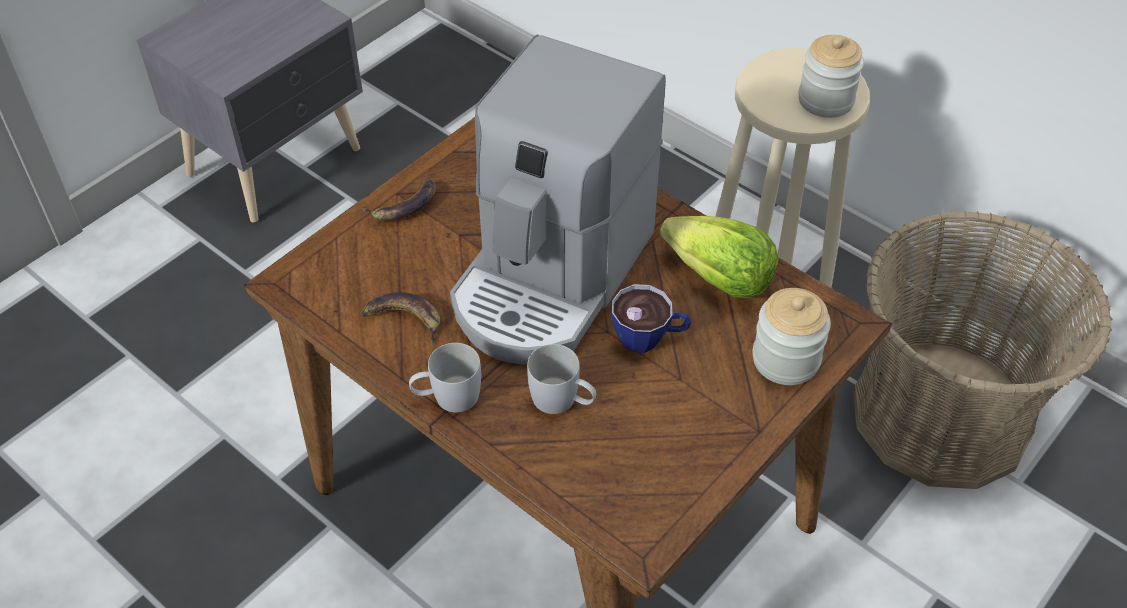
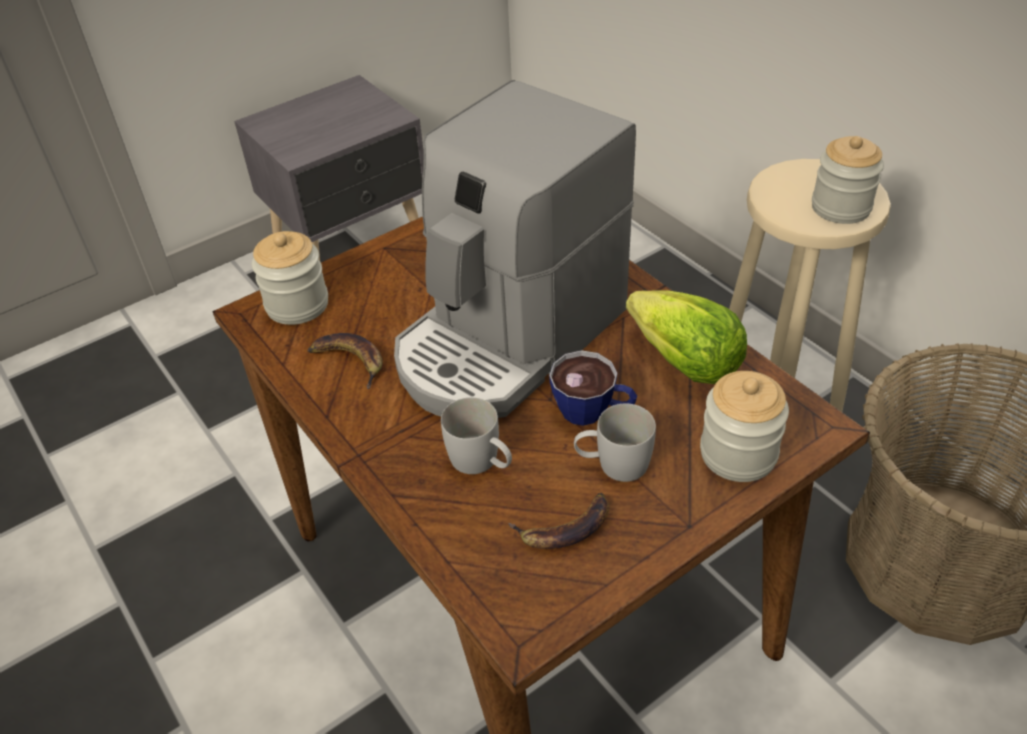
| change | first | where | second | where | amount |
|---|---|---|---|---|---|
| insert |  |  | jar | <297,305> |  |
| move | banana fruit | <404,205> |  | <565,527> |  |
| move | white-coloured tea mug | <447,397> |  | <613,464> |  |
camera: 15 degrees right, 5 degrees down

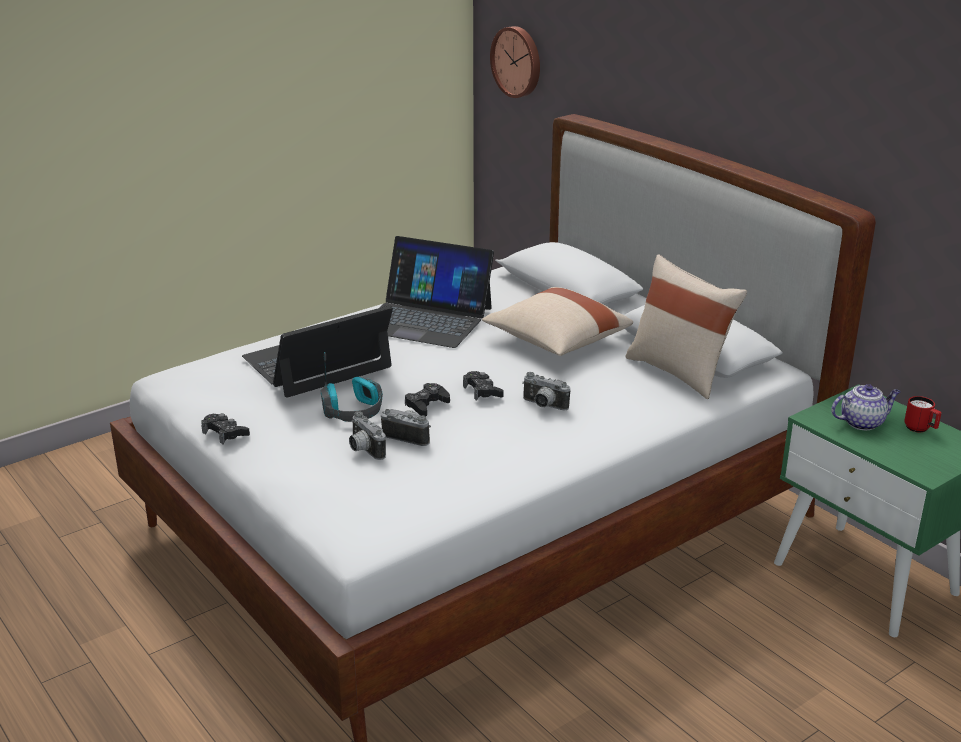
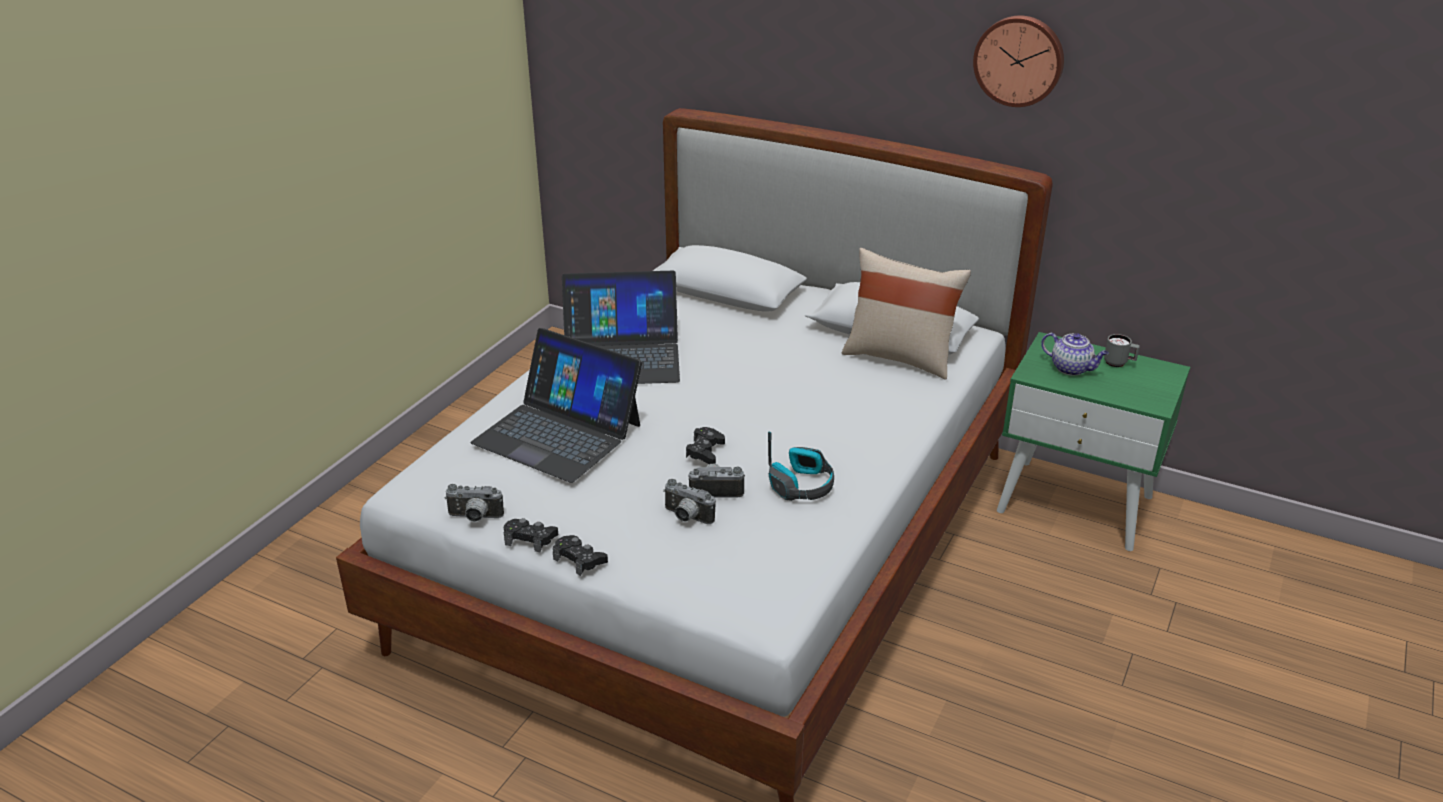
| change | first | where | second | where | amount |
|---|---|---|---|---|---|
| delete | sand-coloured pillow | <556,341> |  |  |  |
| move | headphones | <353,410> |  | <802,485> |  |
| move | blackish joypad | <482,391> |  | <579,559> |  |
| move | clock on the wall | <518,61> |  | <1019,60> |  |
| move | photo camera | <543,406> |  | <474,518> |  |
| recolor | red tea mug | <920,429> | greyish tea mug | <1119,363> |  |
| rotate | portable computer | <317,363> |  | <558,433> | 90 degrees counterclockwise |
| rotate | tea pot | <862,422> |  | <1071,368> | 75 degrees clockwise |
camera: 25 degrees left, 5 degrees up

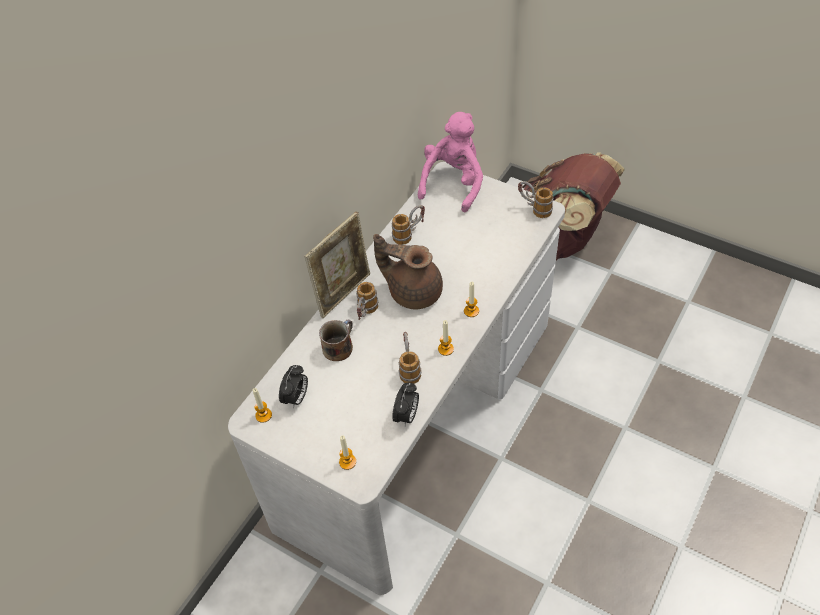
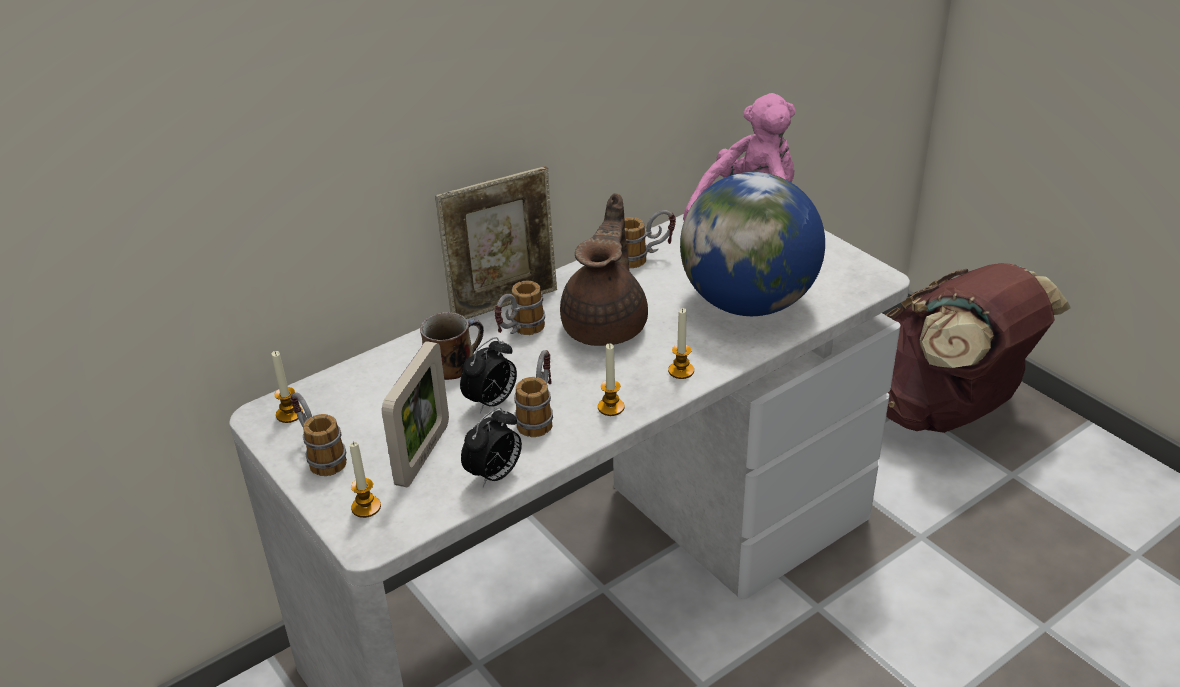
| change | first | where | second | where | amount |
|---|---|---|---|---|---|
| insert |  |  | photo frame | <423,454> |  |
| insert |  |  | desk globe | <748,303> |  |
| move | bedside clock | <296,398> |  | <491,402> |  |
| move | tea mug | <534,209> |  | <319,454> |  |
| rotate | brown-coloured tea pot | <413,291> |  | <607,325> | 60 degrees clockwise |
camera: 20 degrees right, 15 degrees down

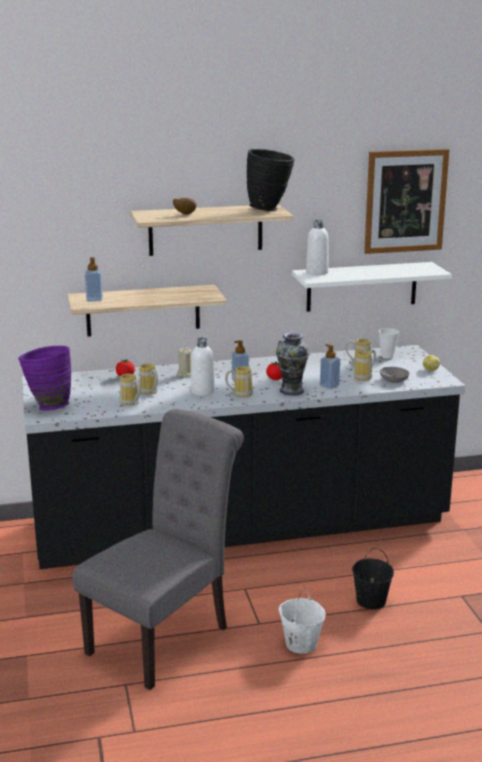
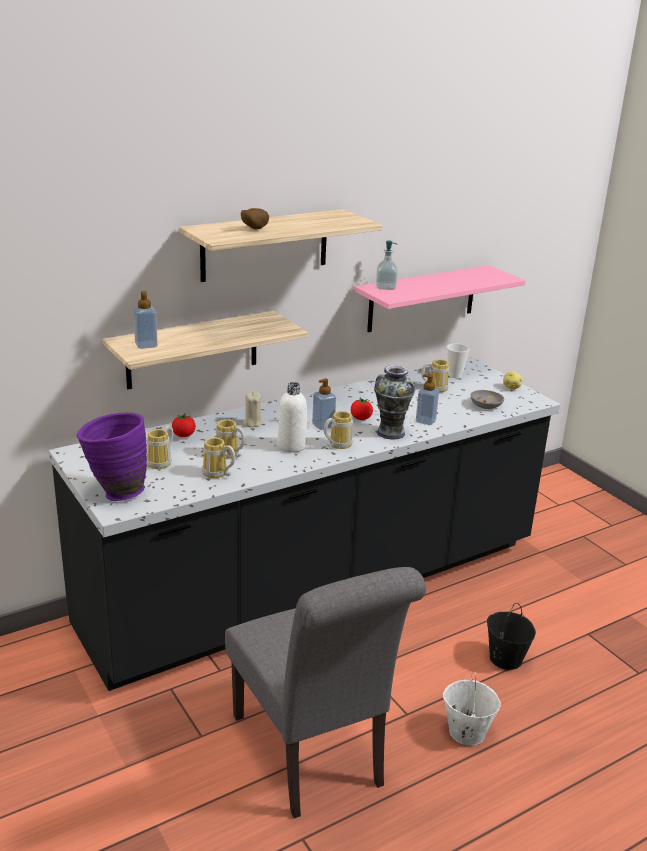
| change | first | where | second | where | amount |
|---|---|---|---|---|---|
| delete | blackish flower vase | <270,209> |  |  |  |
| delete | wall picture | <405,201> |  |  |  |
| move | tea mug | <365,377> |  | <162,462> |  |
| replace | white-coloured drink bottle | <317,272> | soap dispenser | <385,287> |  |
| recolor | white-coloured wall shelf | <362,286> | pink wall shelf | <422,298> |  |
| rotate | greyish plain chair | <165,636> |  | <312,756> | 135 degrees clockwise |
camera: 20 degrees left, 5 degrees up

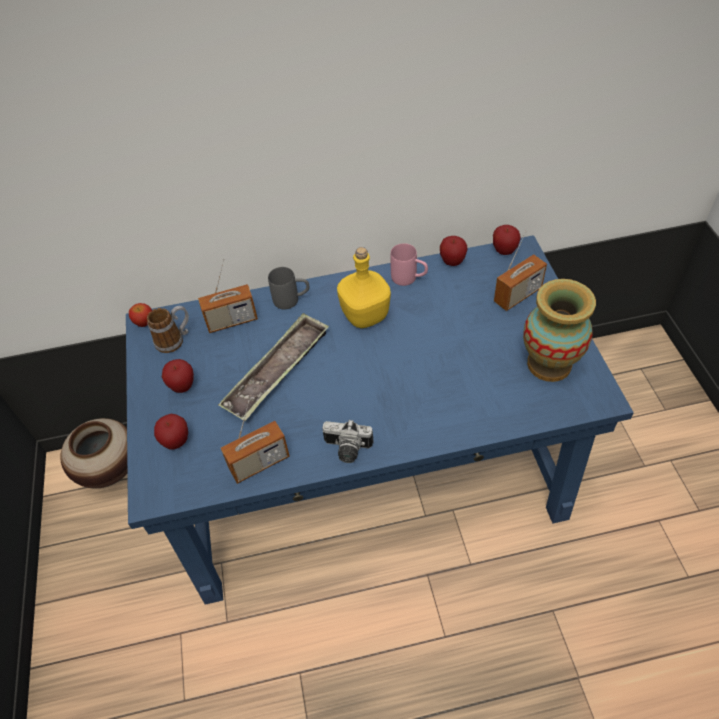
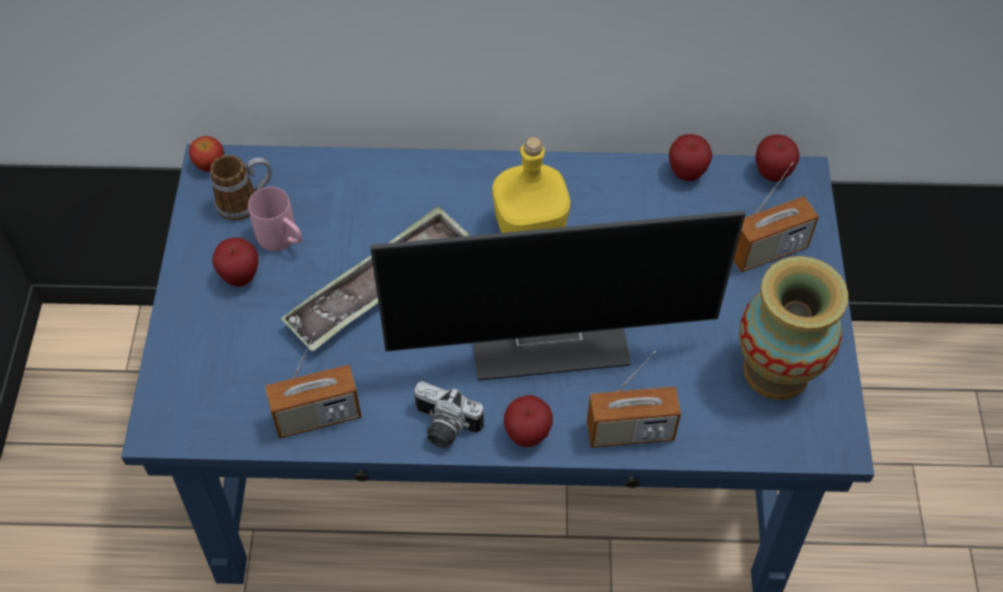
| change | first | where | second | where | amount |
|---|---|---|---|---|---|
| delete | flower vase | <110,469> |  |  |  |
| delete | greyish tea mug | <292,300> |  |  |  |
| insert |  |  | computer display | <551,332> |  |
| move | apple | <176,442> |  | <527,435> |  |
| move | radio set | <232,321> |  | <630,432> |  |
| move | pink tea mug | <409,278> |  | <283,240> |  |
camera: 10 degrees right, 5 degrees up

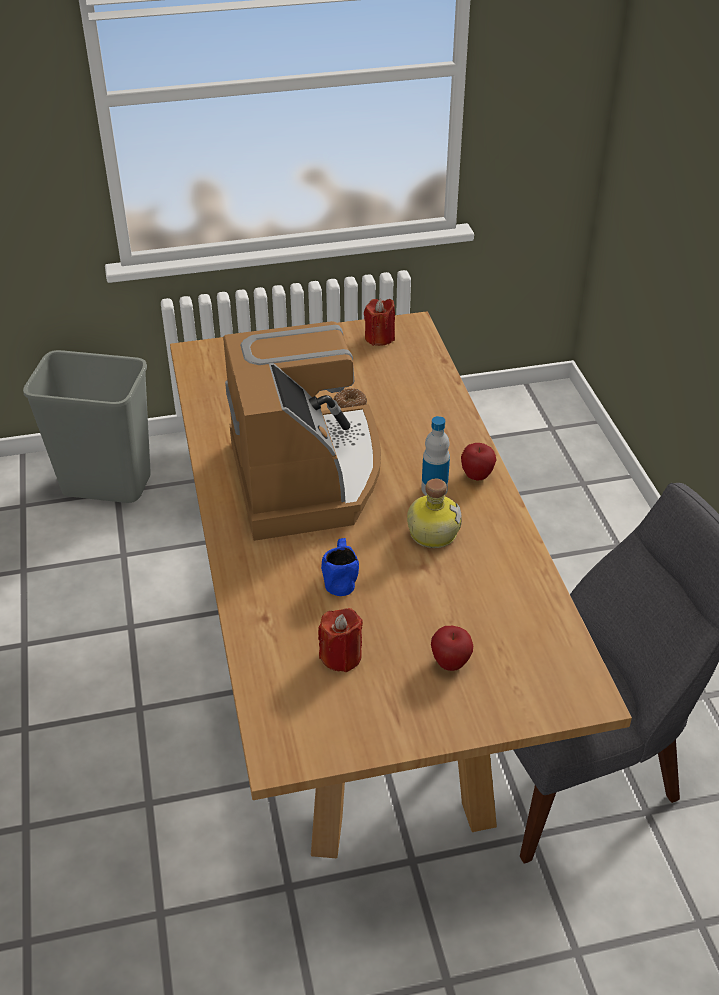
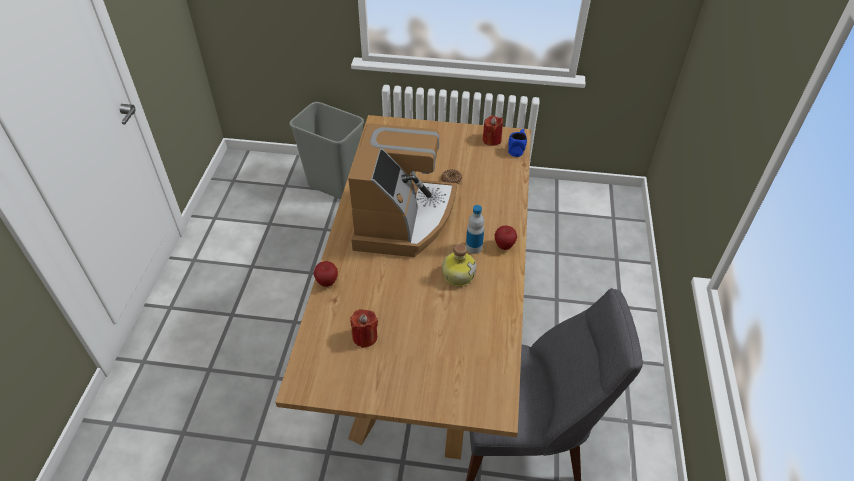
| change | first | where | second | where | amount |
|---|---|---|---|---|---|
| move | blue-coloured tea mug | <340,577> |  | <517,149> |  |
| move | apple | <450,663> |  | <327,282> |  |
camera: 20 degrees right, 5 degrees up

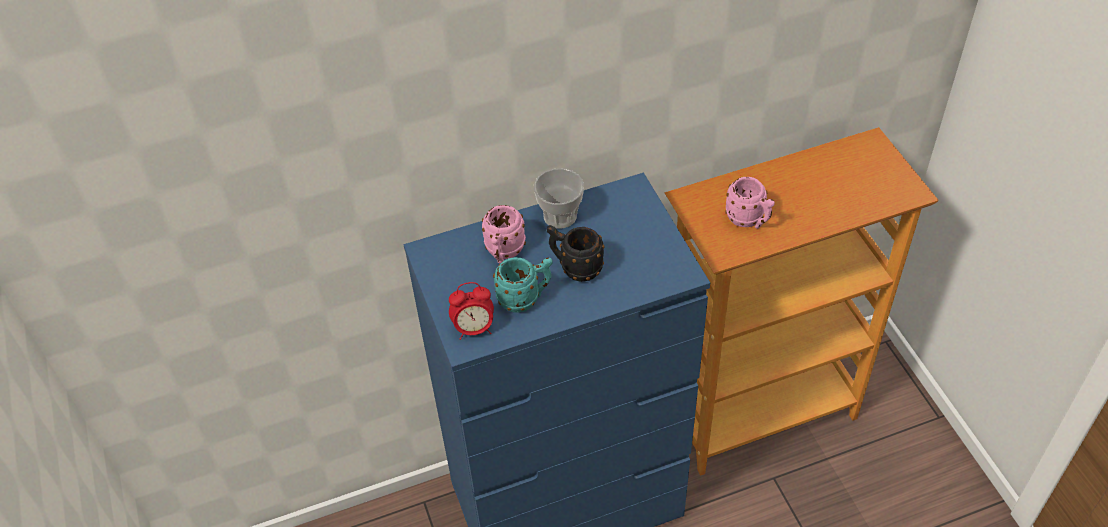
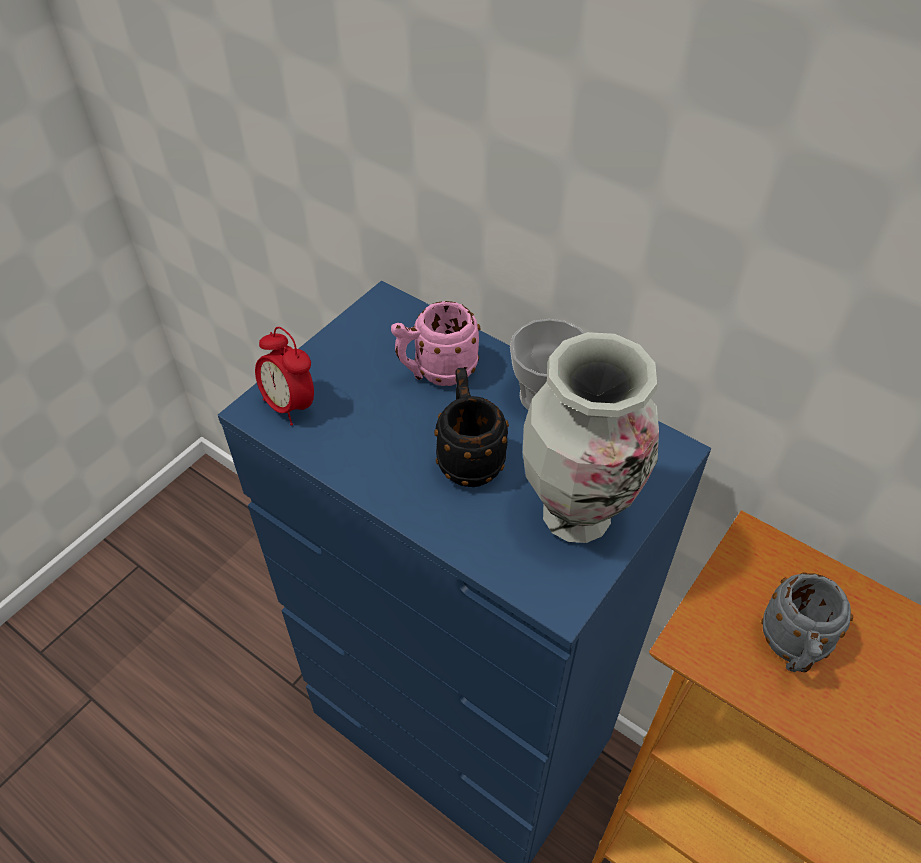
| change | first | where | second | where | amount |
|---|---|---|---|---|---|
| delete | blue-green tea mug | <525,298> |  |  |  |
| insert |  |  | flower vase | <576,516> |  |
| recolor | pink tea mug | <749,221> | greyish tea mug | <792,649> |  |
camera: 55 degrees right, 0 degrees up

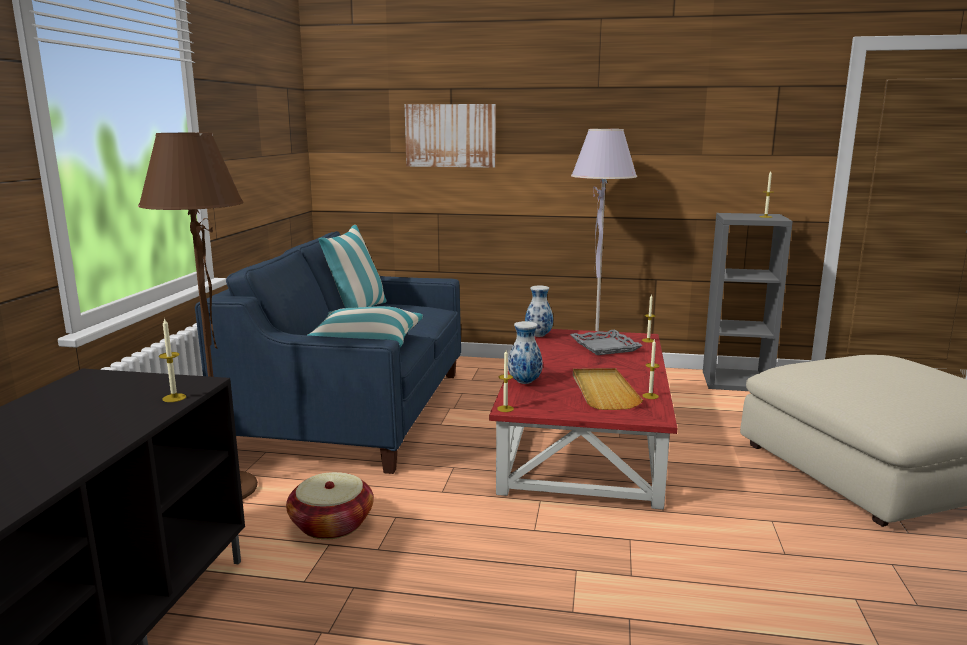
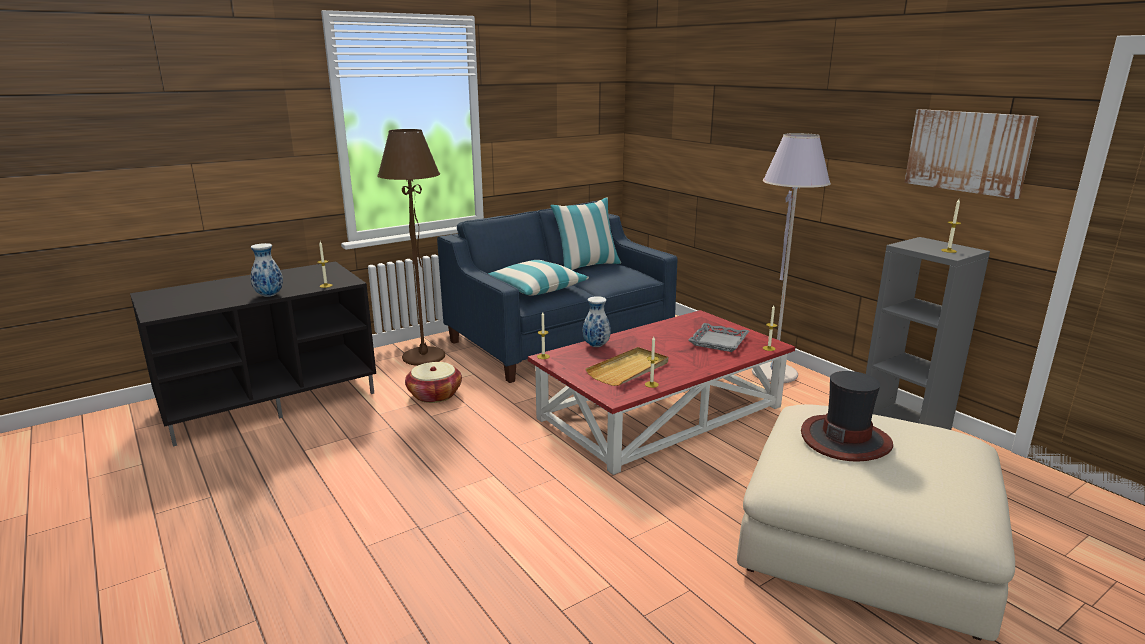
| change | first | where | second | where | amount |
|---|---|---|---|---|---|
| insert |  |  | hat | <845,439> |  |
| move | wall picture | <450,135> |  | <967,151> |  |
| move | flower vase | <539,336> |  | <269,295> |  |
camera: 45 degrees right, 5 degrees up

